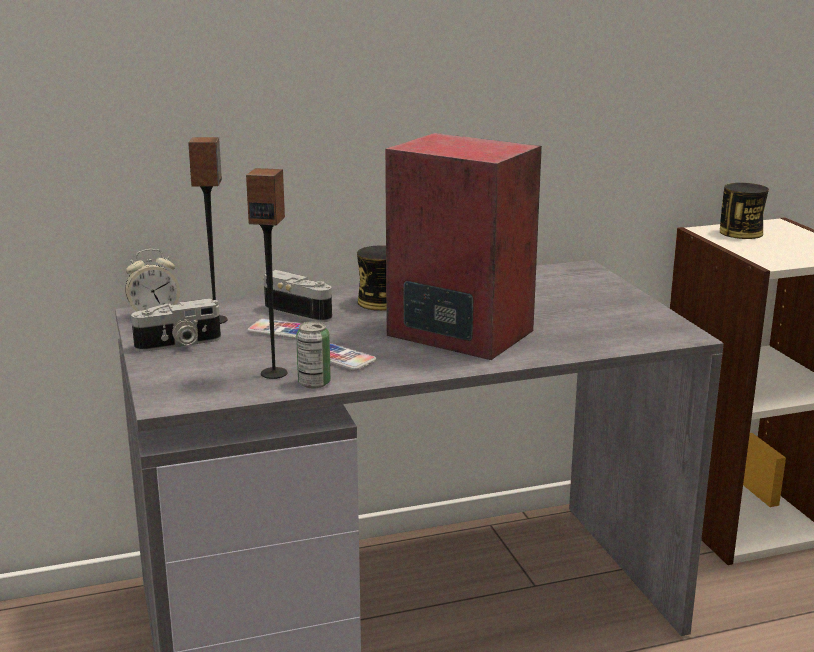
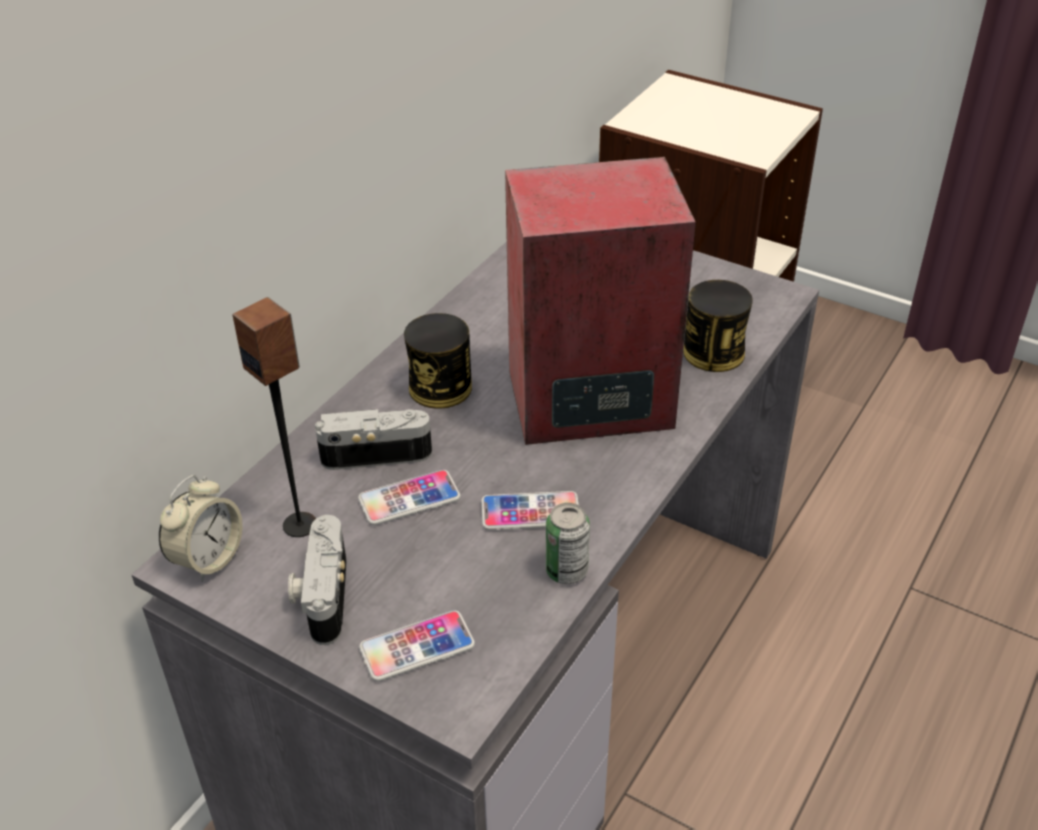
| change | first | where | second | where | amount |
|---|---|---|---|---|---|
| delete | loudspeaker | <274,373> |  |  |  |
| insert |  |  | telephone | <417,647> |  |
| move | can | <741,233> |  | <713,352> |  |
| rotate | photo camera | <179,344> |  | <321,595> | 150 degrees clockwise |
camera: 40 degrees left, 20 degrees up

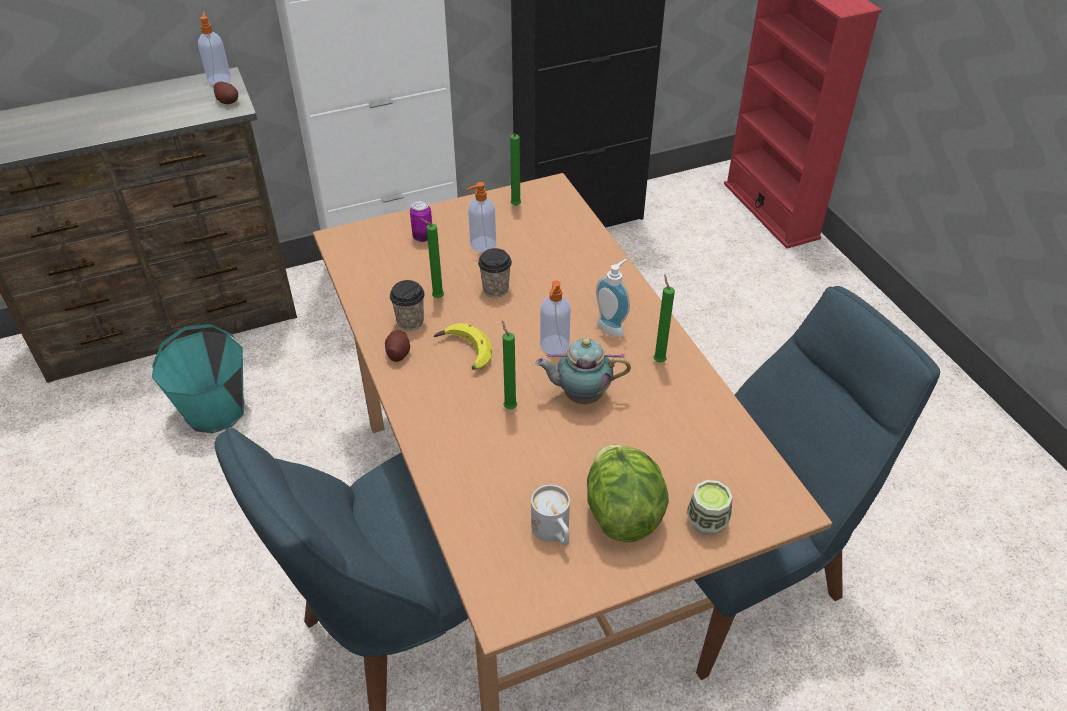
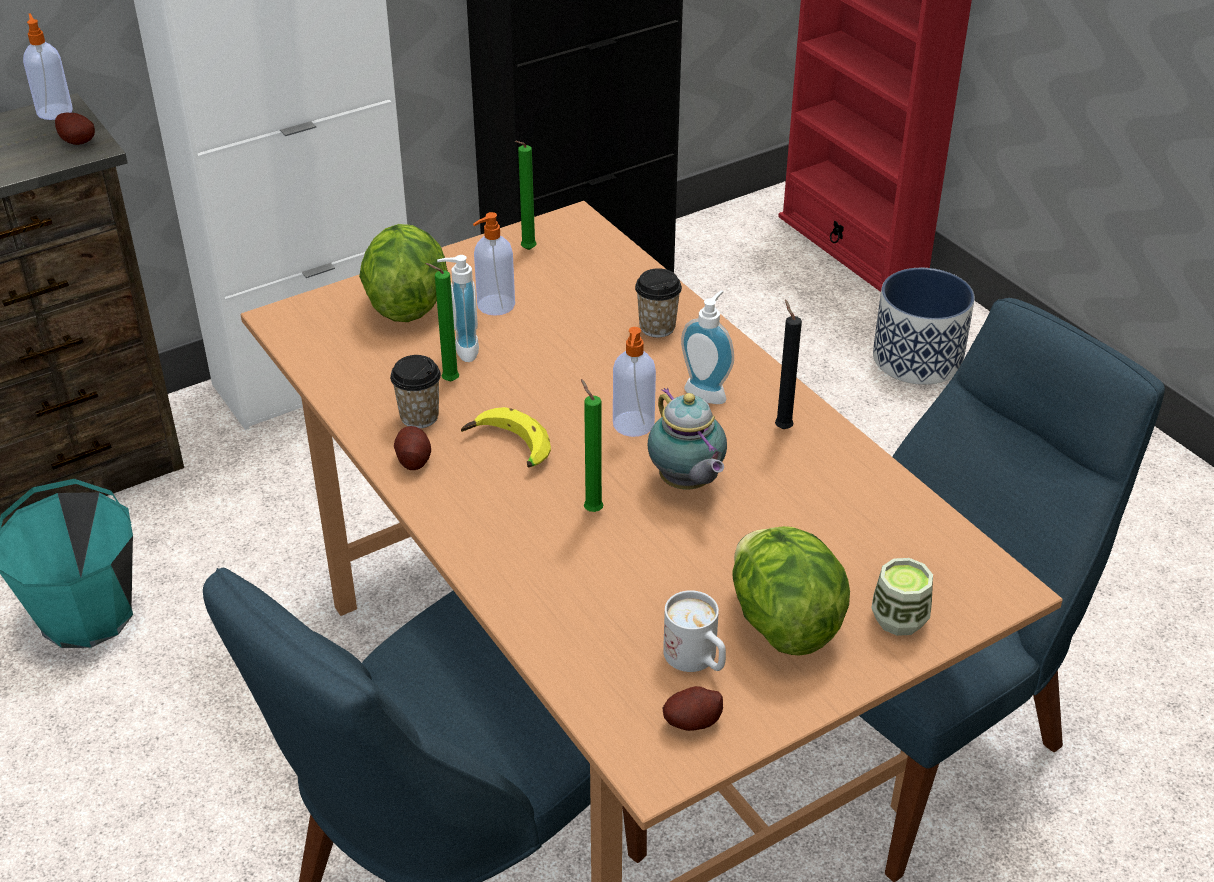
| change | first | where | second | where | amount |
|---|---|---|---|---|---|
| insert |  |  | soap dispenser | <461,350> |  |
| insert |  |  | spud | <692,722> |  |
| insert |  |  | plant pot | <917,359> |  |
| move | drinking cup | <495,289> |  | <657,327> |  |
| replace | can | <423,237> | head of lettuce | <406,304> |  |
| recolor | greenish wax light | <658,360> | blackish wax light | <781,427> |  |
| rotate | tea pot | <580,395> |  | <686,484> | 105 degrees counterclockwise |
camera: 10 degrees left, 5 degrees down

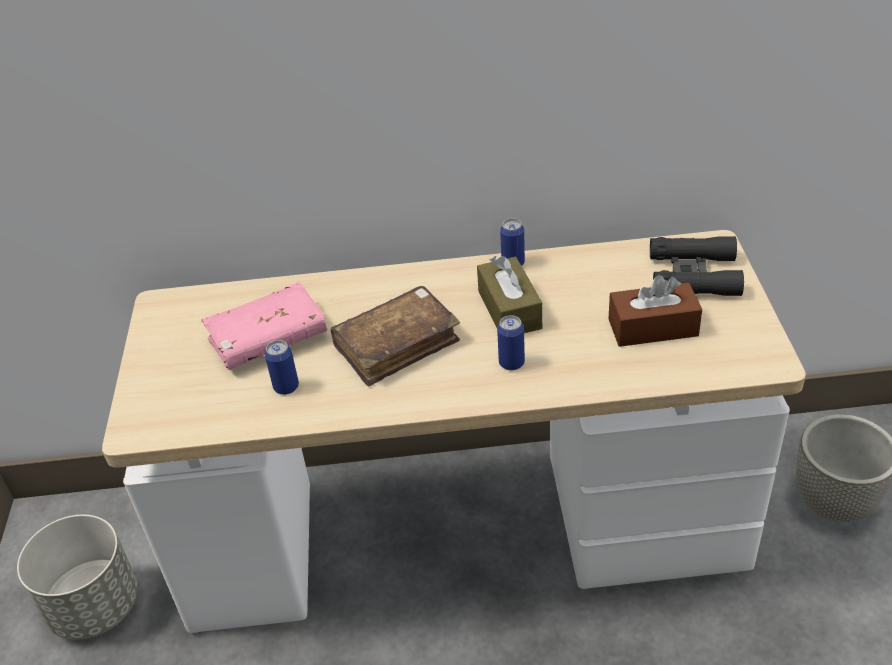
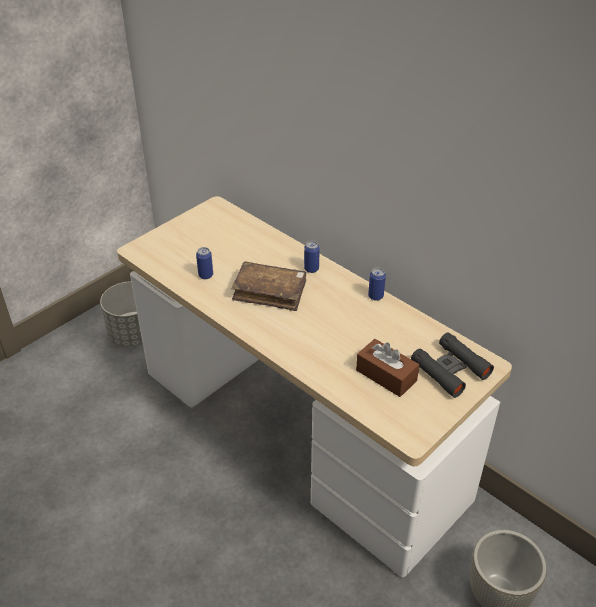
| change | first | where | second | where | amount |
|---|---|---|---|---|---|
| delete | pink volume | <268,339> |  |  |  |
| delete | brown-coloured tissue box | <509,310> |  |  |  |
| move | can | <511,363> |  | <311,269> |  |
camera: 45 degrees right, 0 degrees up

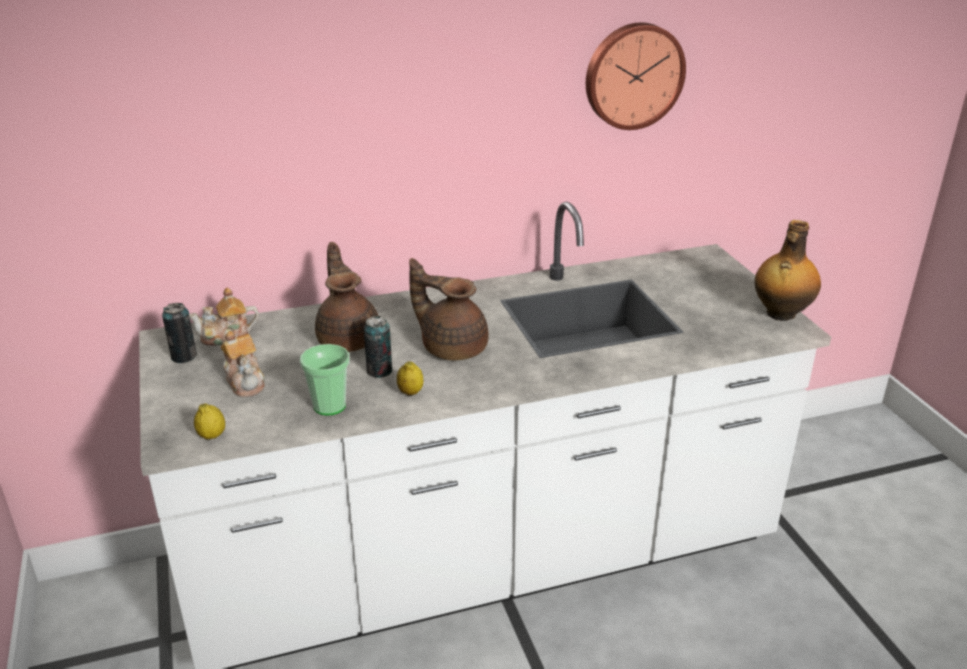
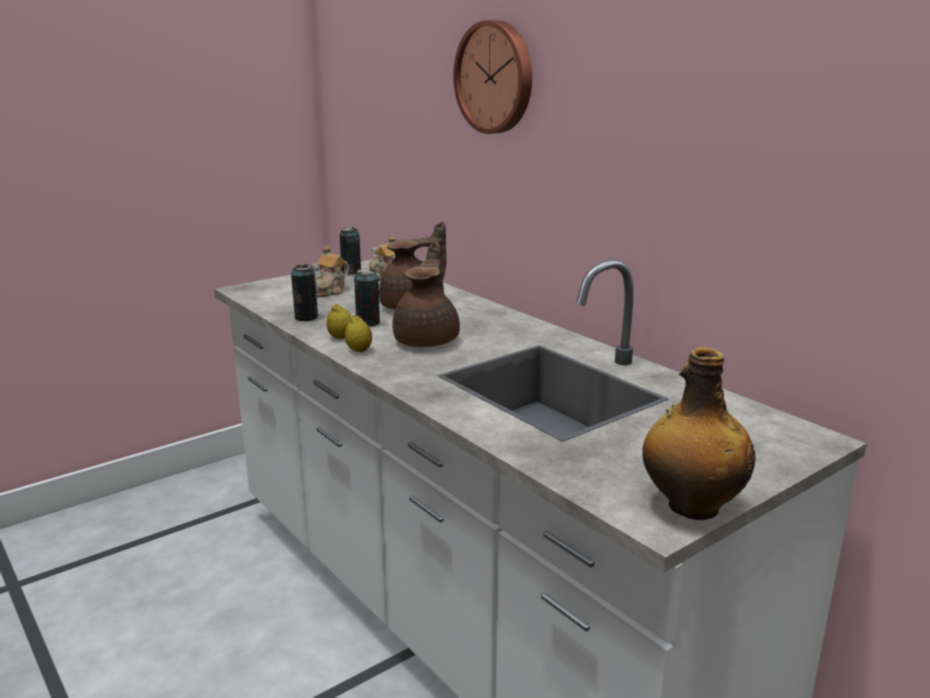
| change | first | where | second | where | amount |
|---|---|---|---|---|---|
| move | lemon | <212,436> |  | <359,350> |  |
| move | clock on the wall | <633,75> |  | <496,77> |  |
| replace | drinking cup | <329,406> | can | <306,318> |  |
camera: 70 degrees right, 10 degrees down

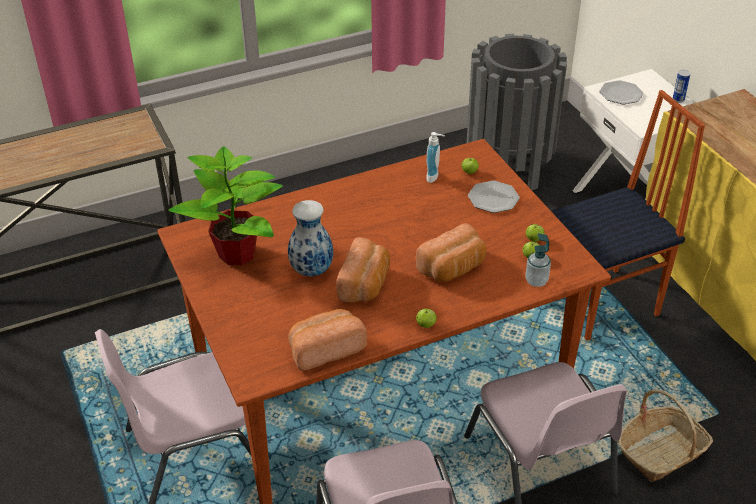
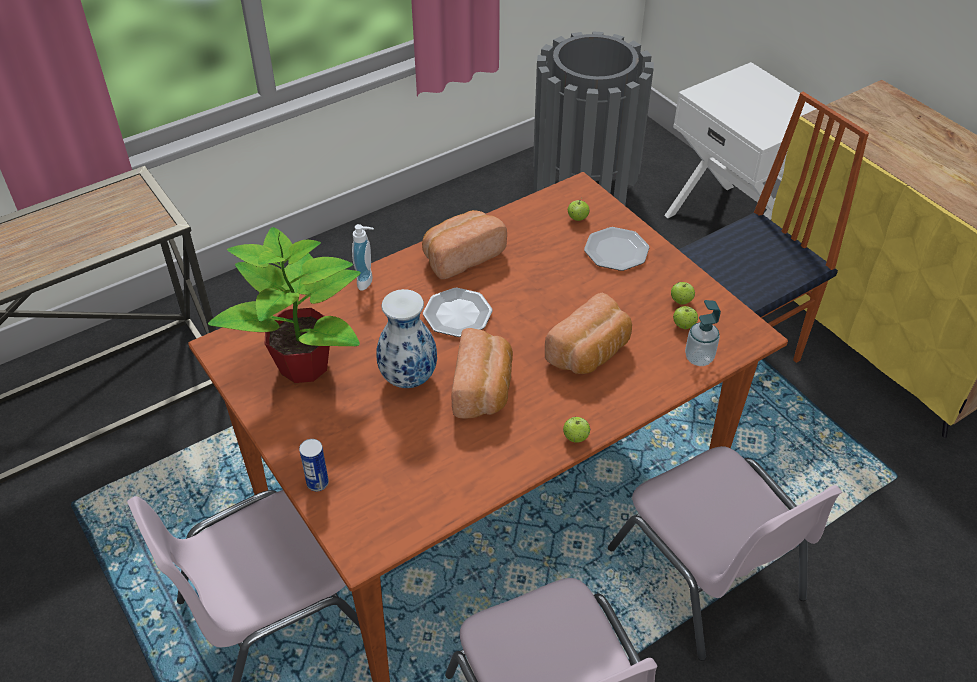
| change | first | where | second | where | amount |
|---|---|---|---|---|---|
| delete | basket | <661,452> |  |  |  |
| move | bread | <325,349> |  | <461,256> |  |
| move | soap dispenser | <434,177> |  | <368,281> |  |
| move | flat dish | <620,94> |  | <457,314> |  |
| move | can | <678,99> |  | <317,483> |  |
camera: 10 degrees left, 5 degrees up

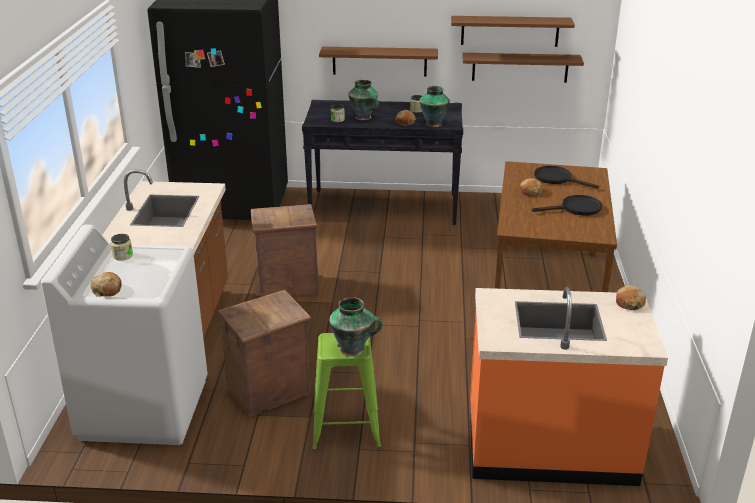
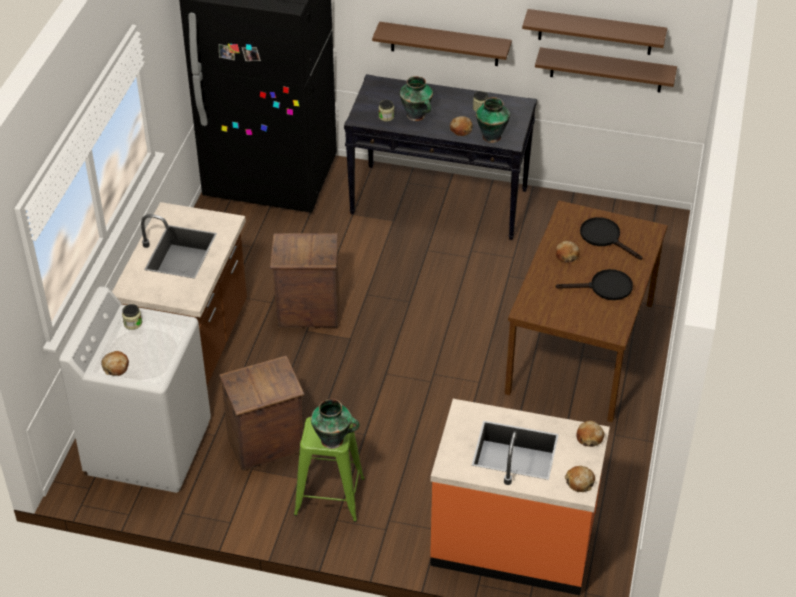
| change | first | where | second | where | amount |
|---|---|---|---|---|---|
| insert |  |  | bread | <579,482> |  |
camera: 10 degrees right, 15 degrees up

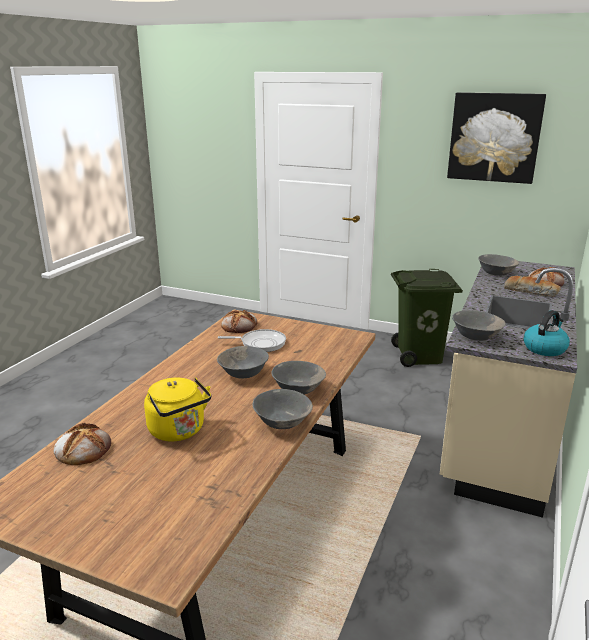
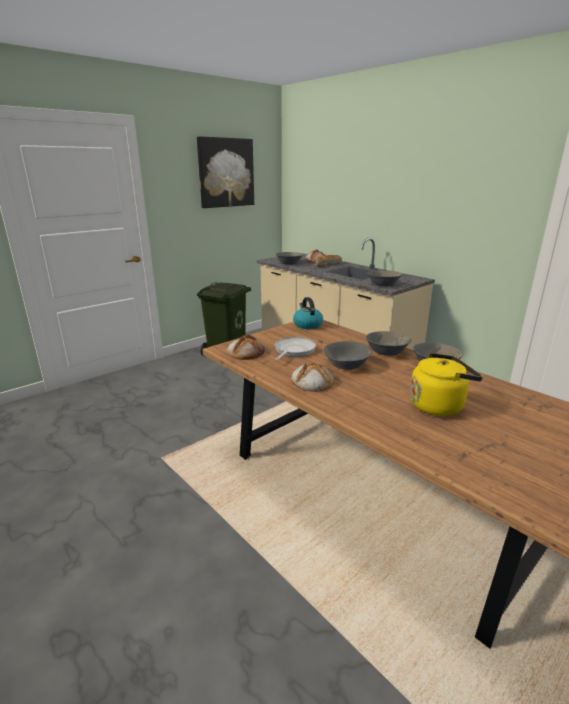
| change | first | where | second | where | amount |
|---|---|---|---|---|---|
| move | bread | <83,448> |  | <312,382> |  |
| move | tea kettle | <544,348> |  | <307,325> |  |
camera: 65 degrees left, 0 degrees up

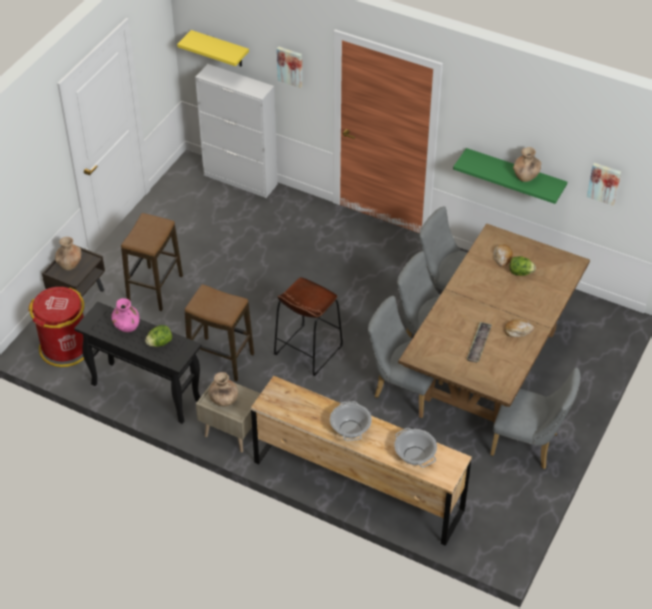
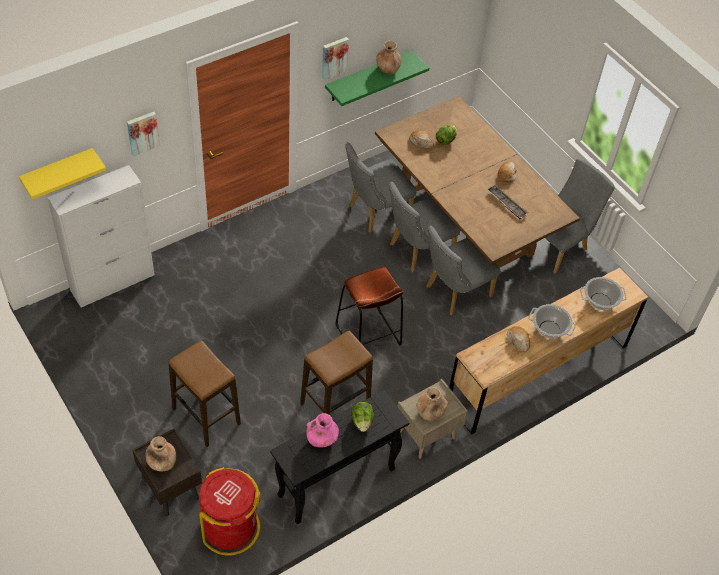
| change | first | where | second | where | amount |
|---|---|---|---|---|---|
| insert |  |  | bread | <518,340> |  |
| move | wall picture | <604,183> |  | <334,57> |  |
camera: 65 degrees left, 5 degrees up

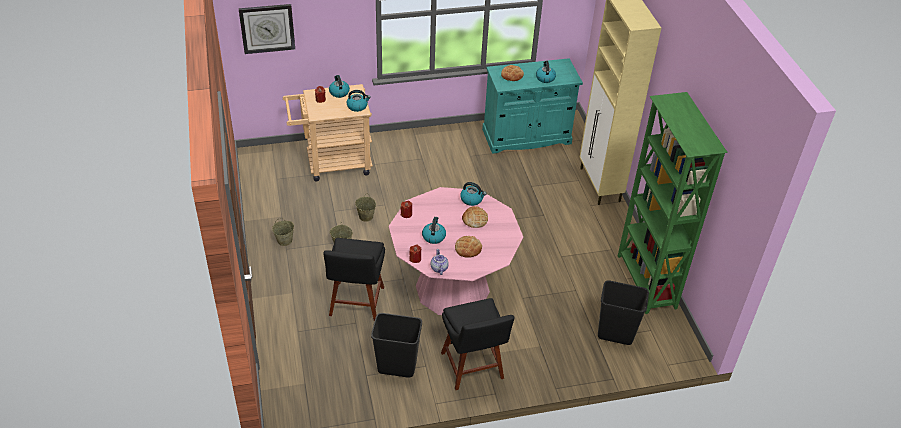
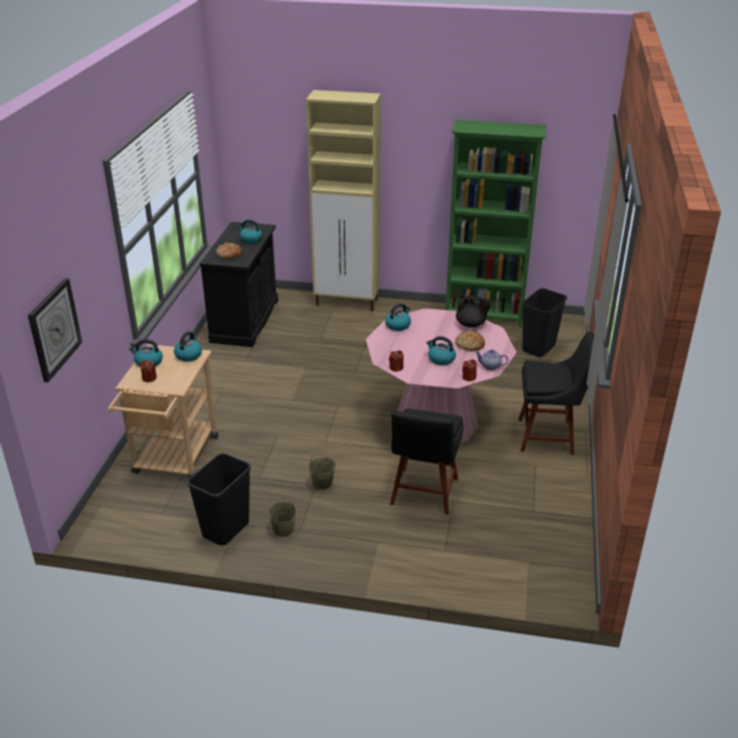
| change | first | where | second | where | amount |
|---|---|---|---|---|---|
| delete | sand-coloured pail | <365,216> |  |  |  |
| delete | bread | <474,219> |  |  |  |
| insert |  |  | blackish tea pot | <471,324> |  |
| move | blackish trash can | <396,367> |  | <226,530> |  |
| recolor | blue-green cabinet | <526,136> | blackish cabinet | <245,321> |  |
| rotate | blackish plain chair | <356,303> |  | <423,494> | 75 degrees clockwise |
camera: 65 degrees left, 10 degrees down

